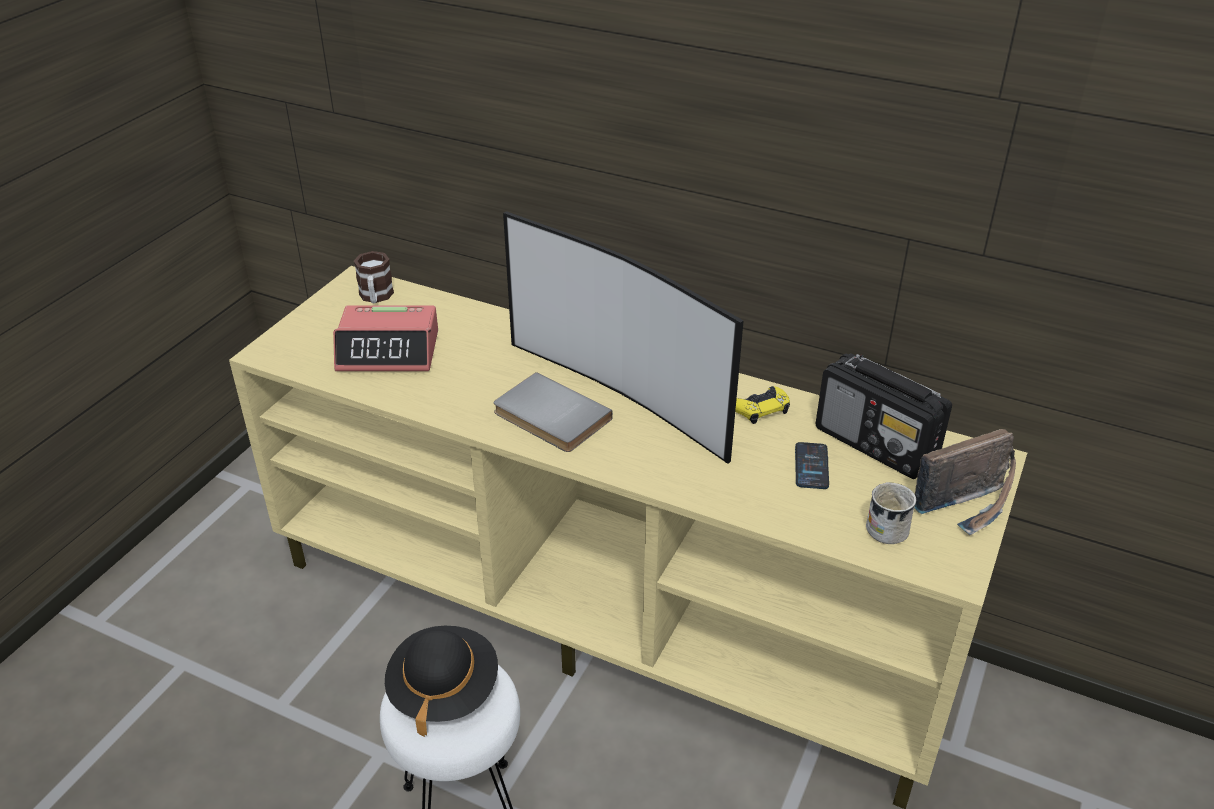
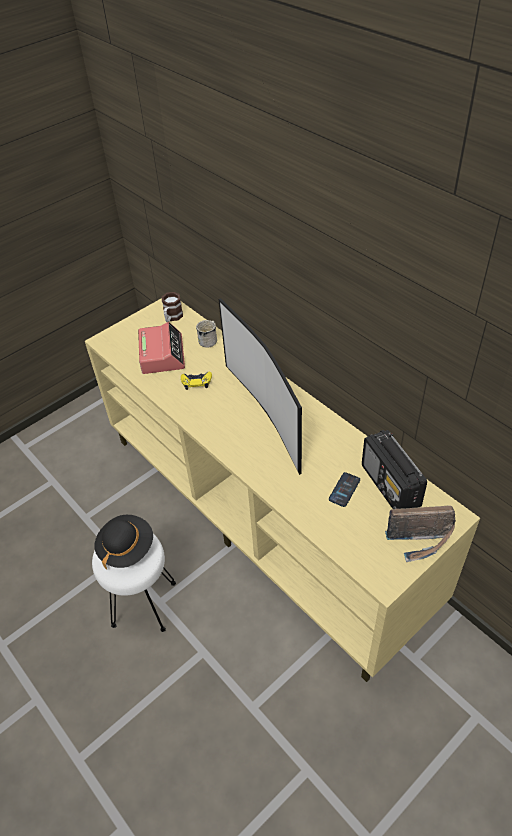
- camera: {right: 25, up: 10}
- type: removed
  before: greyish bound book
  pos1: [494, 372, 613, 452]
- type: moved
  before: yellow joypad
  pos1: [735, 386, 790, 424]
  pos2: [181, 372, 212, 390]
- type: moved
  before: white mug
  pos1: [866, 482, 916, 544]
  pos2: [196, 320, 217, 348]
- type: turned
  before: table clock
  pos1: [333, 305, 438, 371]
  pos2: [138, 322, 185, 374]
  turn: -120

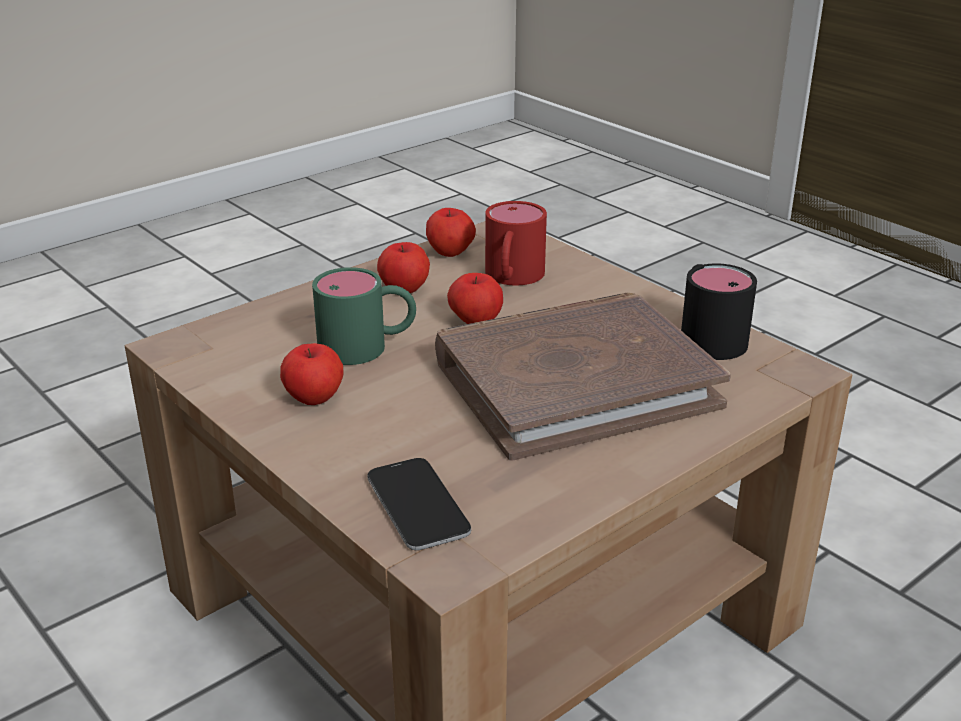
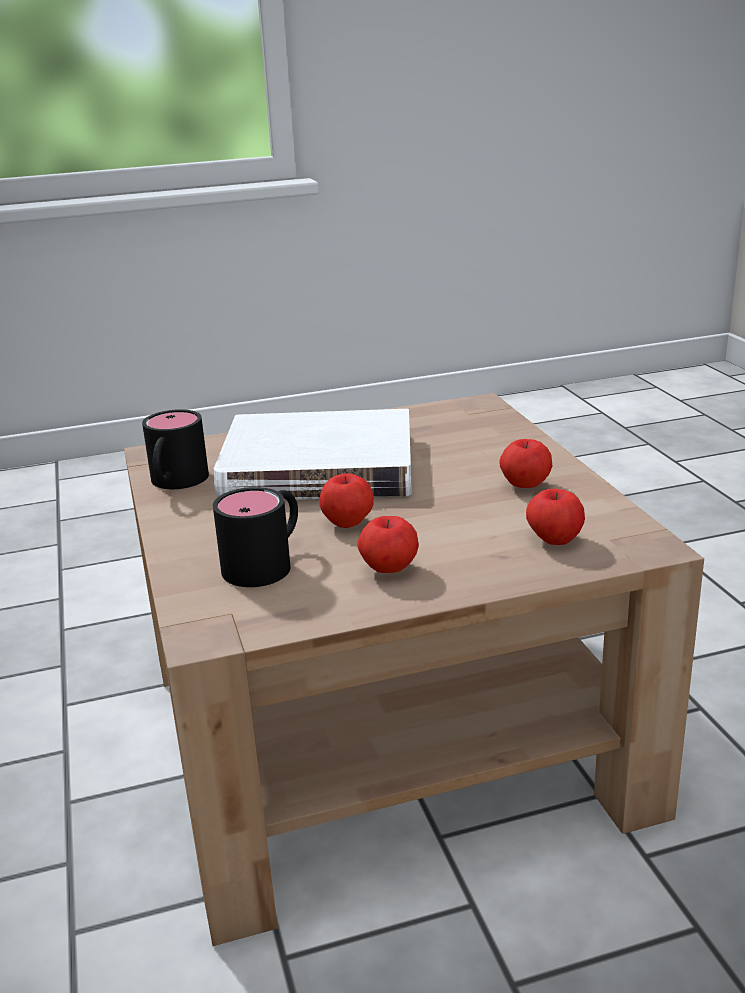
- camera: {right: -155, up: -5}
- type: removed
  before: green-coloured mug
  pos1: [312, 267, 416, 365]
- type: removed
  before: handset
  pos1: [367, 458, 471, 550]
- type: moved
  before: whole apple
  pos1: [426, 208, 476, 257]
  pos2: [526, 489, 585, 545]
- type: recoloured
  before: brown bound book
  after: white bound book
  pos1: [435, 292, 731, 461]
  pos2: [213, 409, 412, 500]
- type: recoloured
  before: reddish mug
  after: blackish mug
  pos1: [485, 201, 547, 285]
  pos2: [213, 487, 298, 587]

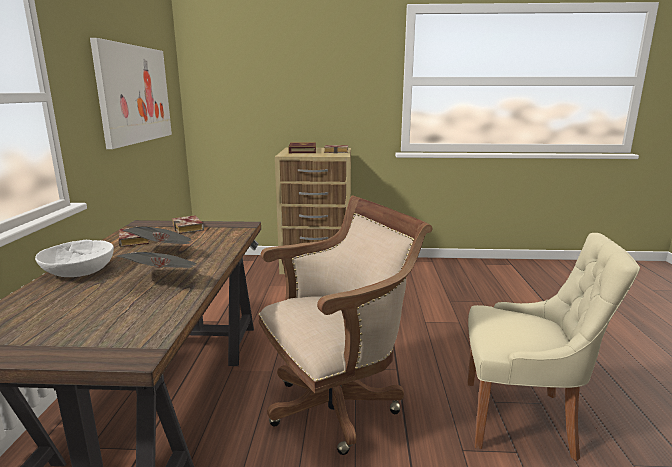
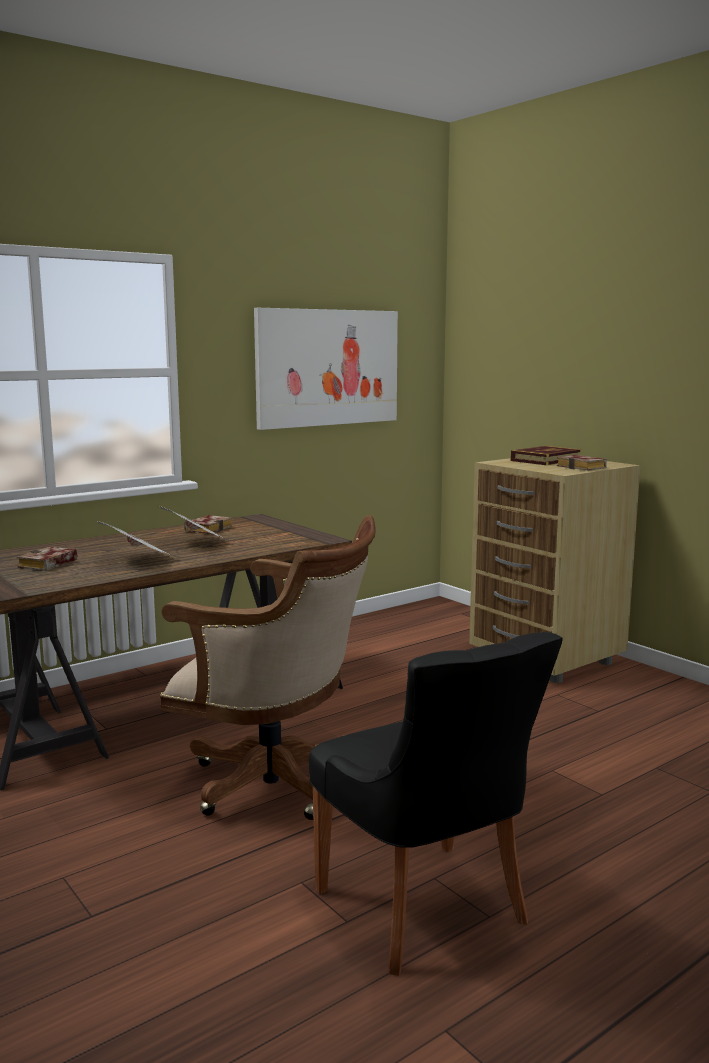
- camera: {right: 50, up: -5}
- type: removed
  before: white bowl
  pos1: [35, 240, 114, 277]
- type: moved
  before: bound book
  pos1: [172, 215, 204, 234]
  pos2: [17, 547, 77, 571]
- type: recoloured
  before: beige-coloured plain chair
  after: blackish plain chair
  pos1: [468, 233, 640, 461]
  pos2: [309, 632, 563, 976]

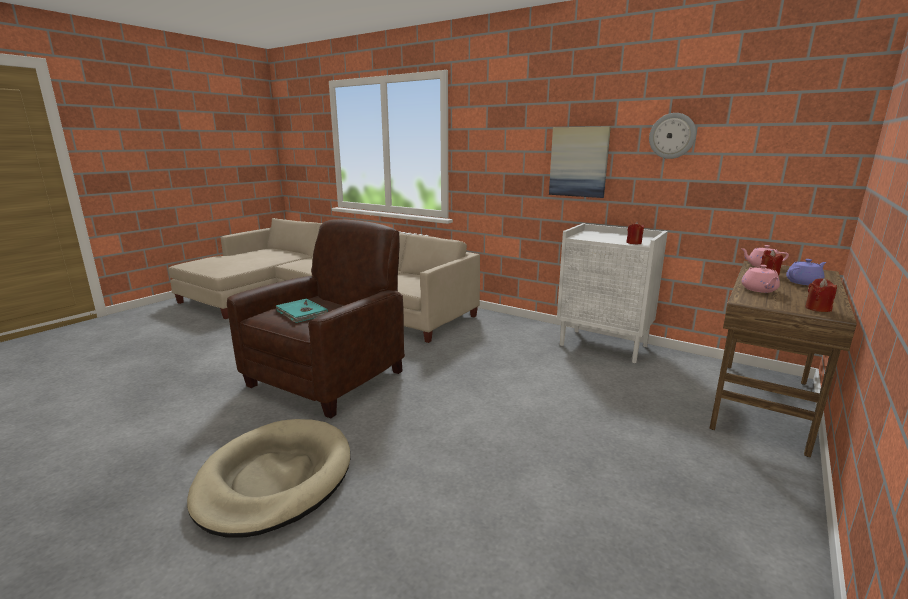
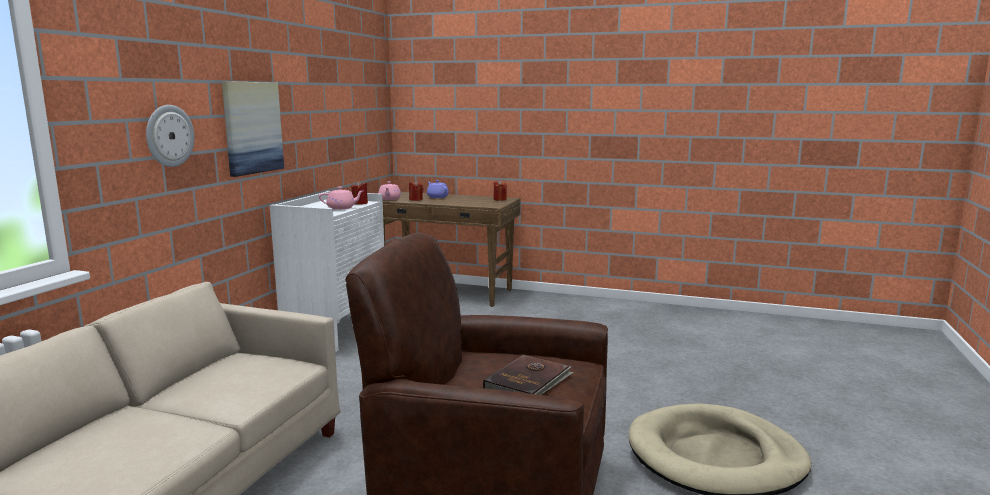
- camera: {right: -105, up: -5}
- type: moved
  before: clock on the wall
  pos1: [649, 113, 696, 159]
  pos2: [146, 105, 195, 167]
- type: moved
  before: pink-coloured teapot
  pos1: [741, 265, 780, 293]
  pos2: [319, 186, 363, 209]
- type: recoloured
  before: turquoise bound book
  after: brown bound book
  pos1: [275, 299, 328, 323]
  pos2: [483, 355, 574, 395]

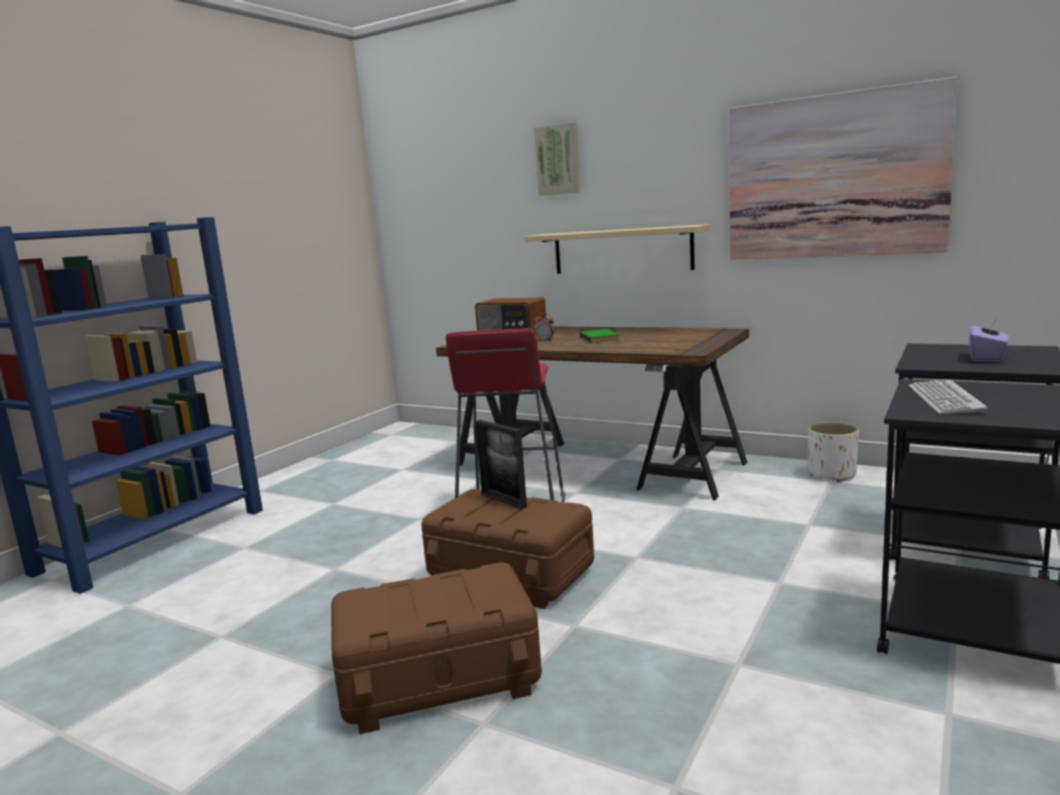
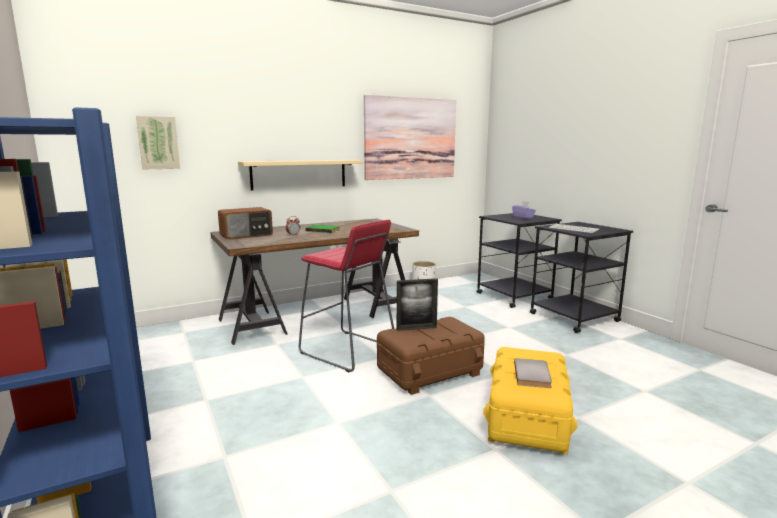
- camera: {right: -60, up: 0}
- type: added
  after: greyish bound book
  pos2: [514, 358, 552, 388]
- type: moved
  before: picture
  pos1: [534, 122, 580, 196]
  pos2: [136, 116, 180, 170]
- type: recoloured
  before: brown storage container
  after: yellow storage container
  pos1: [331, 563, 542, 734]
  pos2: [483, 347, 578, 454]

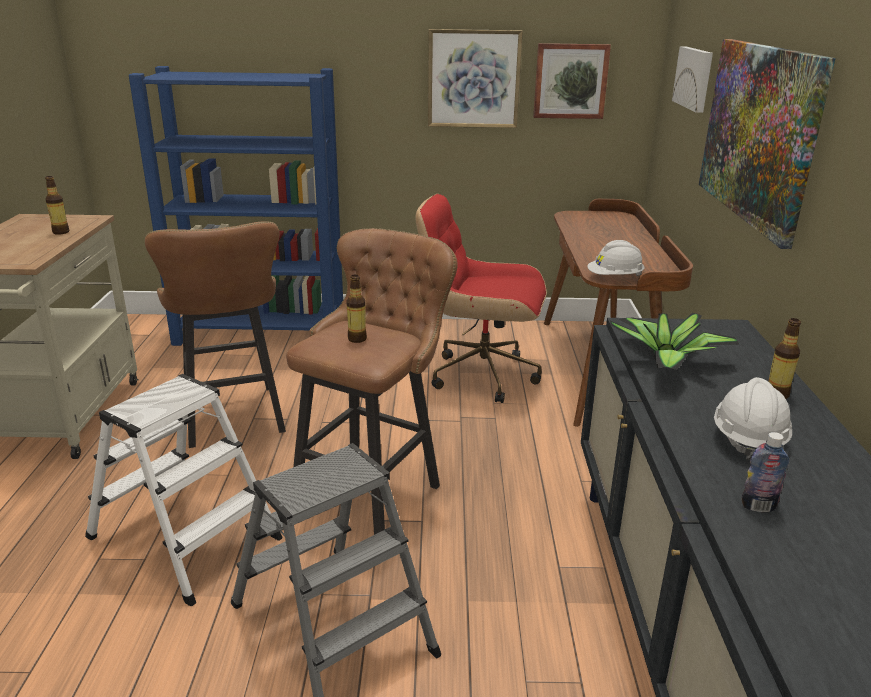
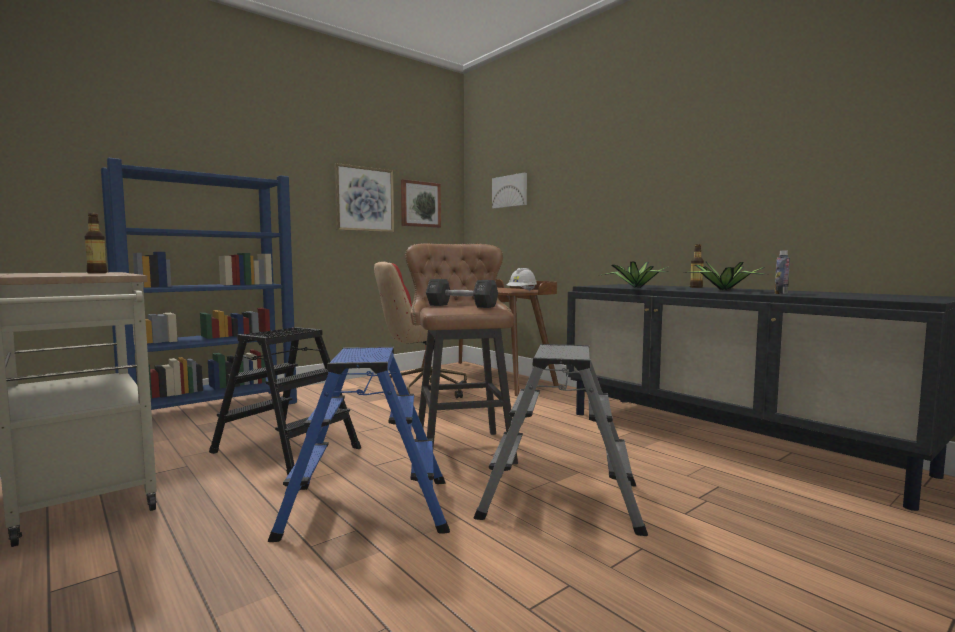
- camera: {right: -40, up: -20}
- type: removed
  before: picture
  pos1: [699, 39, 836, 249]
- type: replaced
  before: brown stool
  after: blackish step stool
  pos1: [145, 221, 286, 448]
  pos2: [209, 327, 361, 476]
- type: replaced
  before: drink bottle
  after: blackish free weight
  pos1: [346, 274, 367, 343]
  pos2: [426, 279, 498, 308]
- type: replaced
  before: white safety helmet
  after: plant in a pot
  pos1: [714, 377, 792, 460]
  pos2: [683, 262, 765, 291]
- type: recoloured
  before: white step stool
  after: bluish step stool
  pos1: [85, 374, 283, 606]
  pos2: [268, 347, 450, 542]

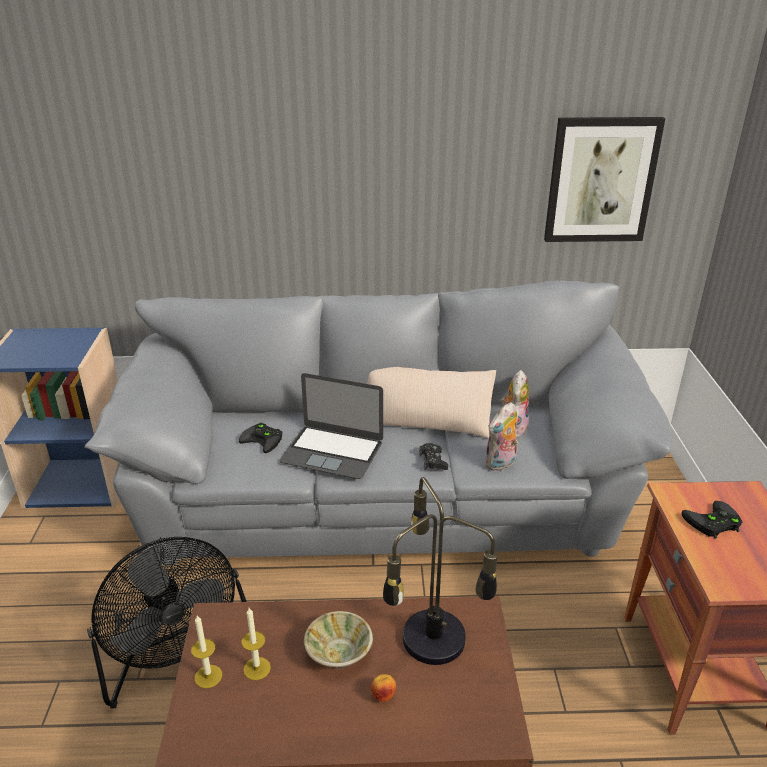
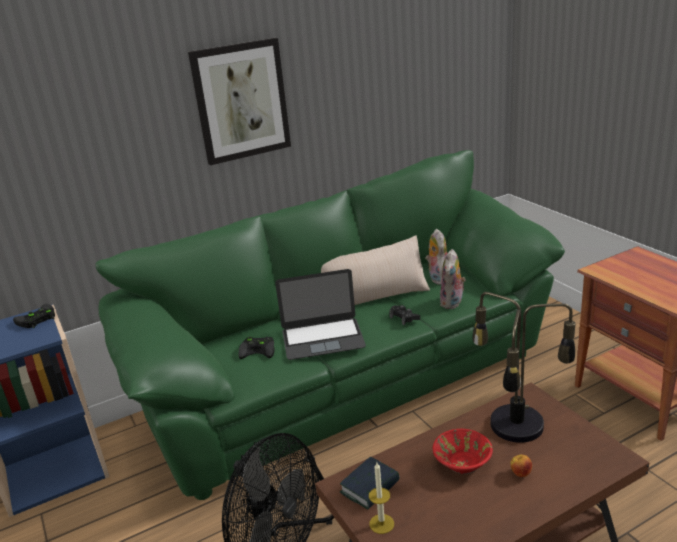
- camera: {right: -25, up: -5}
- type: removed
  before: candle
  pos1: [241, 608, 271, 680]
- type: added
  after: bound book
  pos2: [340, 457, 400, 510]
- type: moved
  before: picture
  pos1: [544, 117, 665, 242]
  pos2: [188, 38, 291, 165]
- type: moved
  before: blackish joypad
  pos1: [682, 501, 742, 539]
  pos2: [13, 304, 55, 328]
- type: recoloured
  before: greyish settee
  after: green-coloured settee
  pos1: [84, 280, 673, 566]
  pos2: [95, 150, 565, 500]
- type: recoloured
  before: beige-coloured bowl
  after: reddish bowl
  pos1: [304, 611, 373, 668]
  pos2: [433, 429, 493, 474]

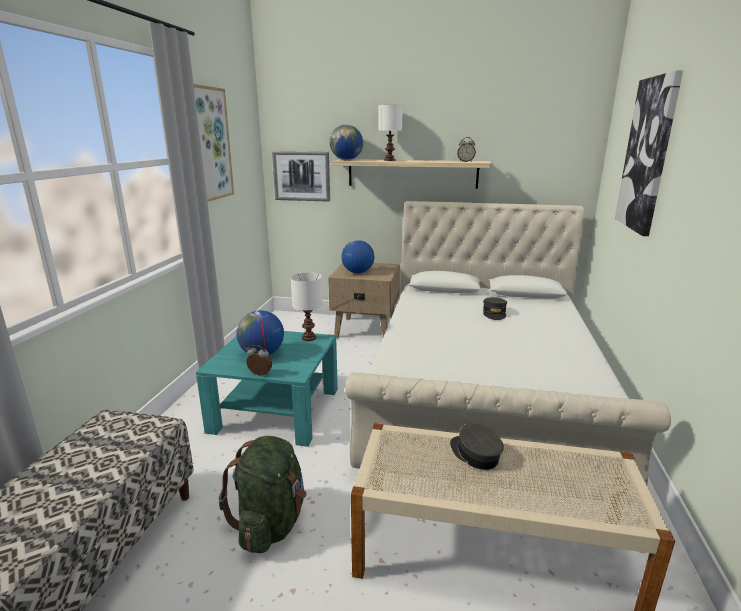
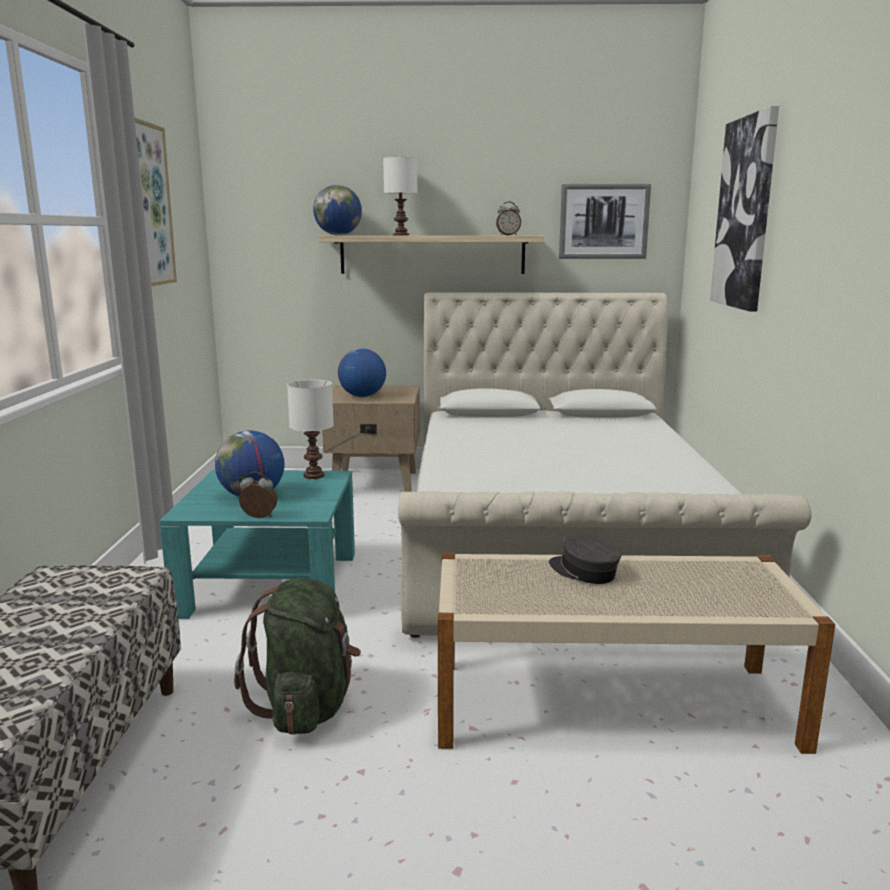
- camera: {right: -10, up: -5}
- type: removed
  before: greyish baseball cap
  pos1: [483, 297, 507, 320]
- type: moved
  before: picture
  pos1: [272, 151, 330, 202]
  pos2: [559, 184, 651, 259]

